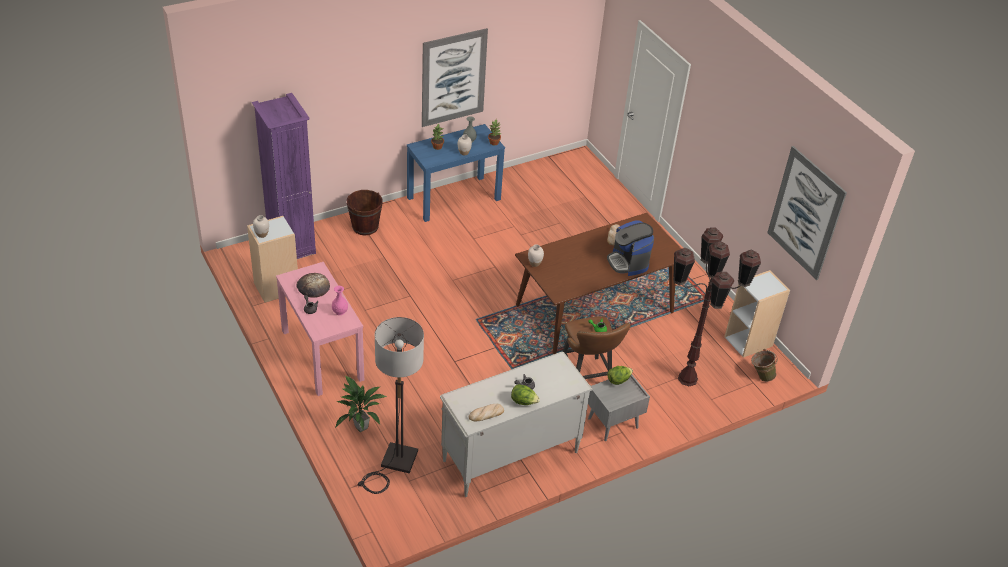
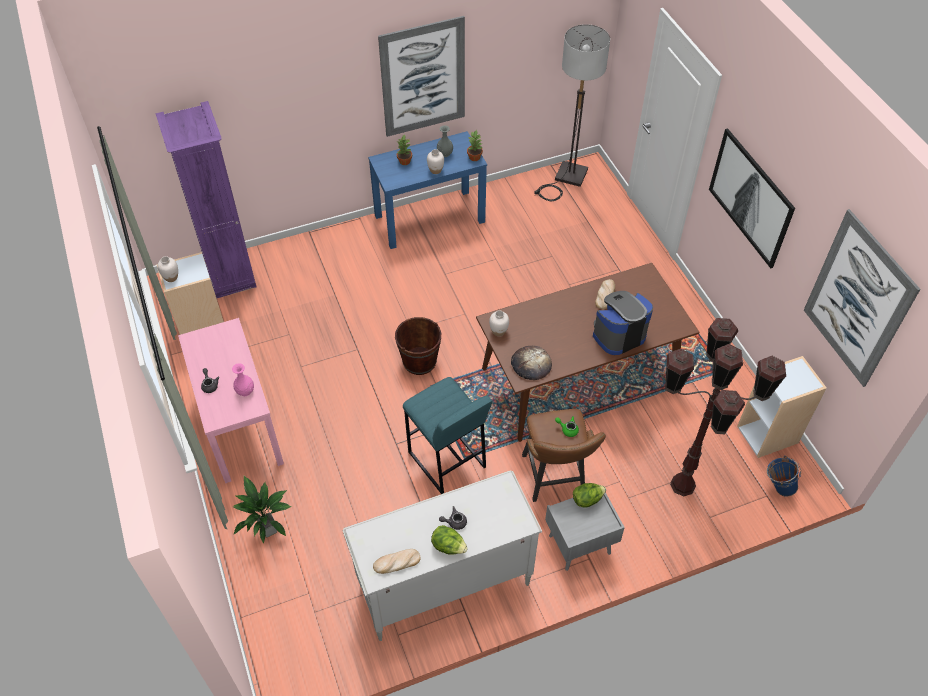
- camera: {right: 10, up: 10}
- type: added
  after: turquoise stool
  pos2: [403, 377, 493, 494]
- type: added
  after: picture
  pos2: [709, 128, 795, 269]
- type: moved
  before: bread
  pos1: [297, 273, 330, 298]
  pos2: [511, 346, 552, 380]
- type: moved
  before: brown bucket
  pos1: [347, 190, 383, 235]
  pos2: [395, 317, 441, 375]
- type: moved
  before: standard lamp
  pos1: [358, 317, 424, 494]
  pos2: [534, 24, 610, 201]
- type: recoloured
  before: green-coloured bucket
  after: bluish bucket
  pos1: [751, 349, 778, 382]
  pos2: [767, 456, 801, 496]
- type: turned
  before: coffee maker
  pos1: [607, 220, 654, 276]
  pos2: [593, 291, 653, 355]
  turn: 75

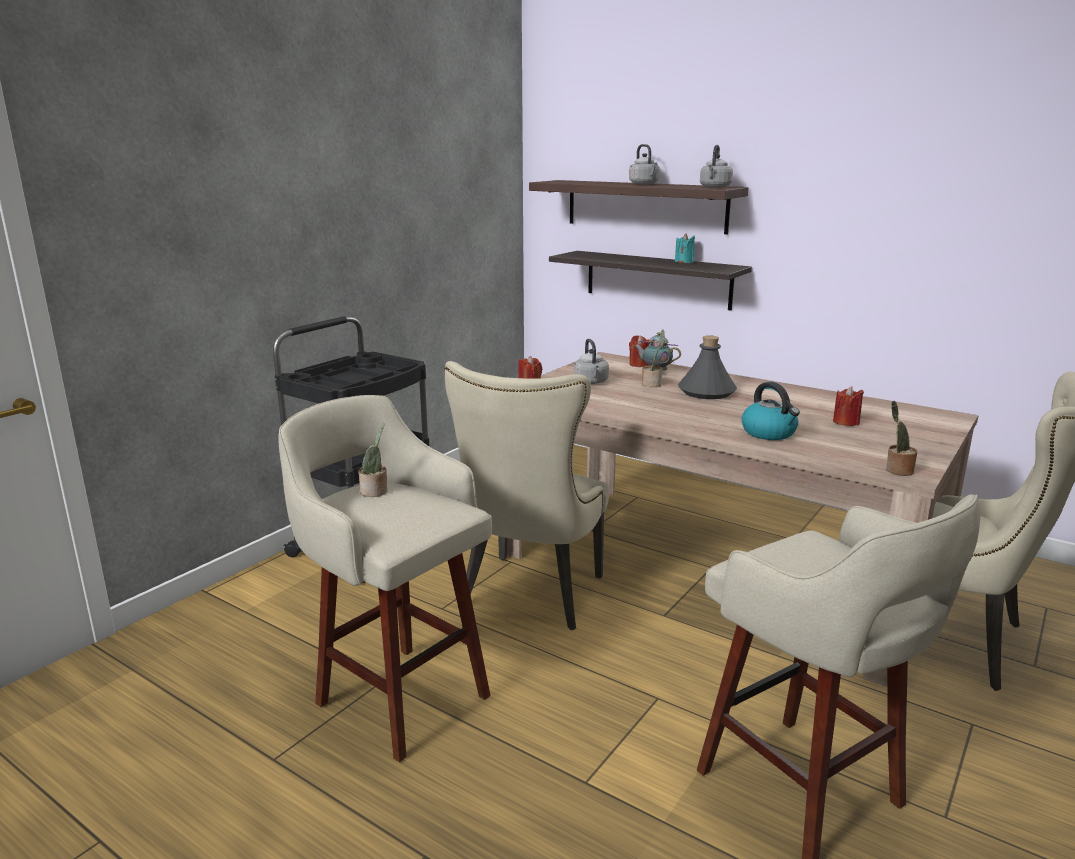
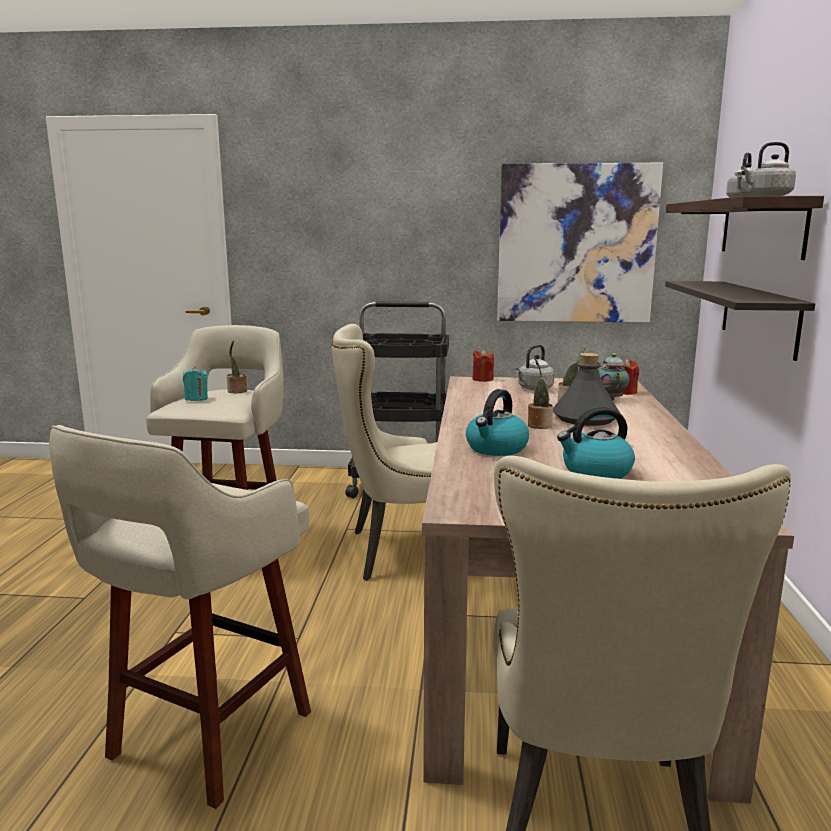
- camera: {right: 60, up: -5}
- type: added
  after: picture
  pos2: [497, 163, 663, 323]
- type: moved
  before: turquoise candle
  pos1: [675, 233, 695, 263]
  pos2: [183, 366, 208, 401]
- type: moved
  before: plant in a pot
  pos1: [886, 401, 918, 476]
  pos2: [528, 357, 553, 429]
- type: replaced
  before: reddish candle
  after: water kettle
  pos1: [833, 386, 864, 426]
  pos2: [557, 407, 635, 479]

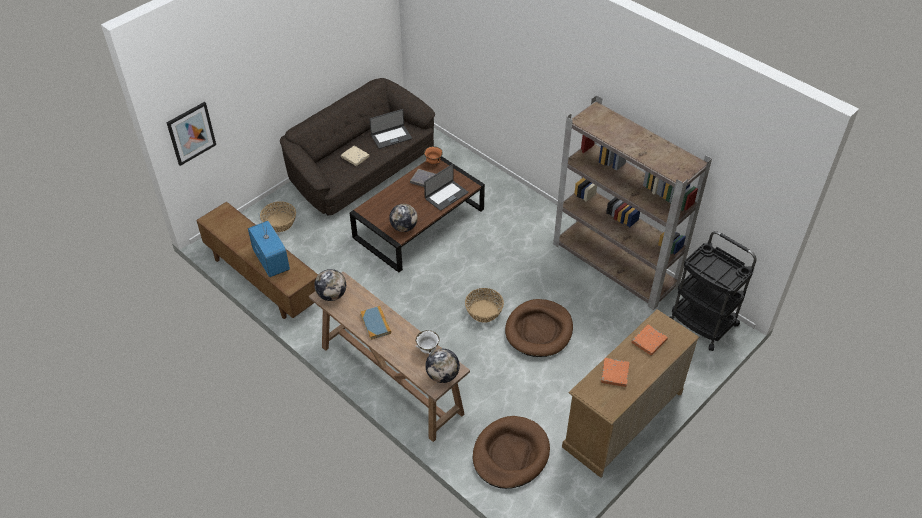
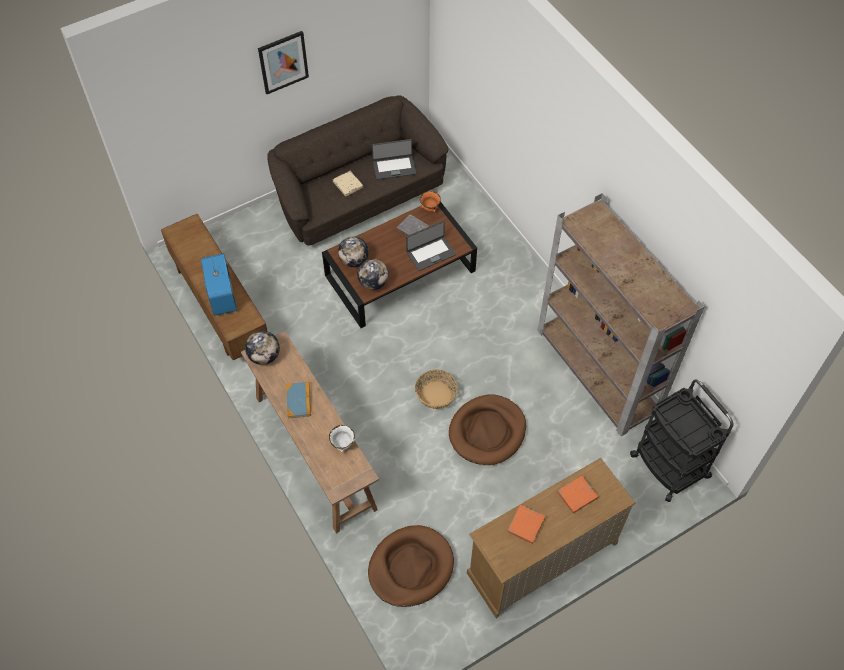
- camera: {right: 15, up: 10}
- type: removed
  before: storage basket
  pos1: [260, 201, 296, 232]
- type: moved
  before: picture
  pos1: [166, 102, 216, 166]
  pos2: [258, 31, 309, 94]
- type: moved
  before: desk globe
  pos1: [425, 349, 460, 383]
  pos2: [338, 236, 369, 267]

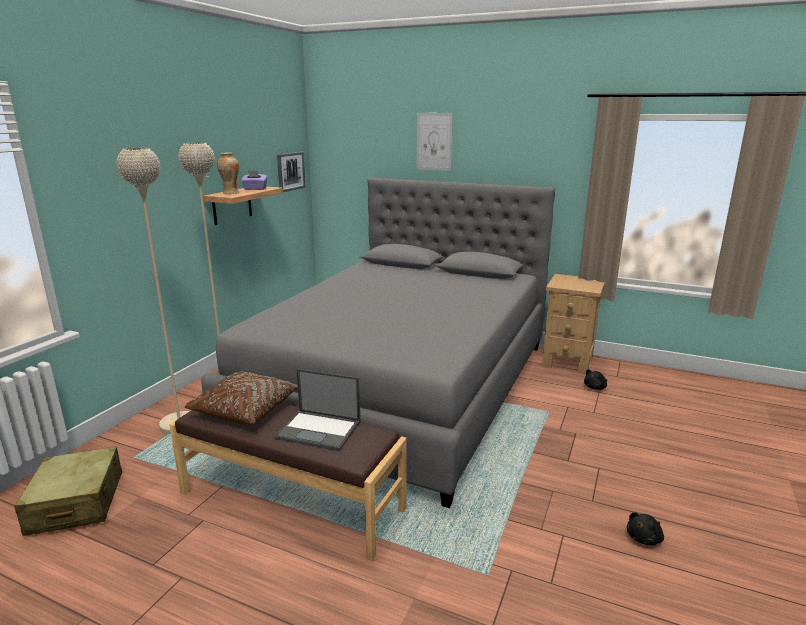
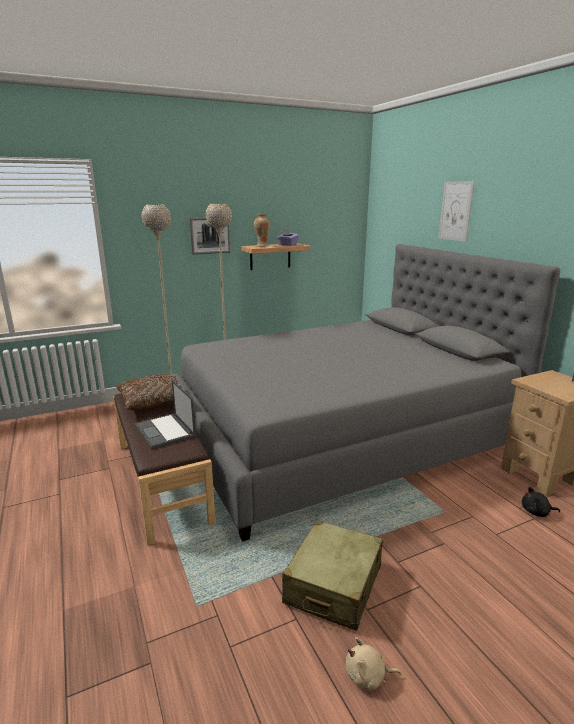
- camera: {right: 40, up: 0}
- type: moved
  before: beige-coloured travel case
  pos1: [14, 447, 122, 536]
  pos2: [282, 520, 383, 631]
- type: moved
  before: picture
  pos1: [277, 152, 306, 192]
  pos2: [189, 217, 231, 255]
- type: recoloured
  before: blackish cuddly toy
  after: beige-coloured cuddly toy
  pos1: [627, 512, 664, 545]
  pos2: [346, 637, 401, 690]

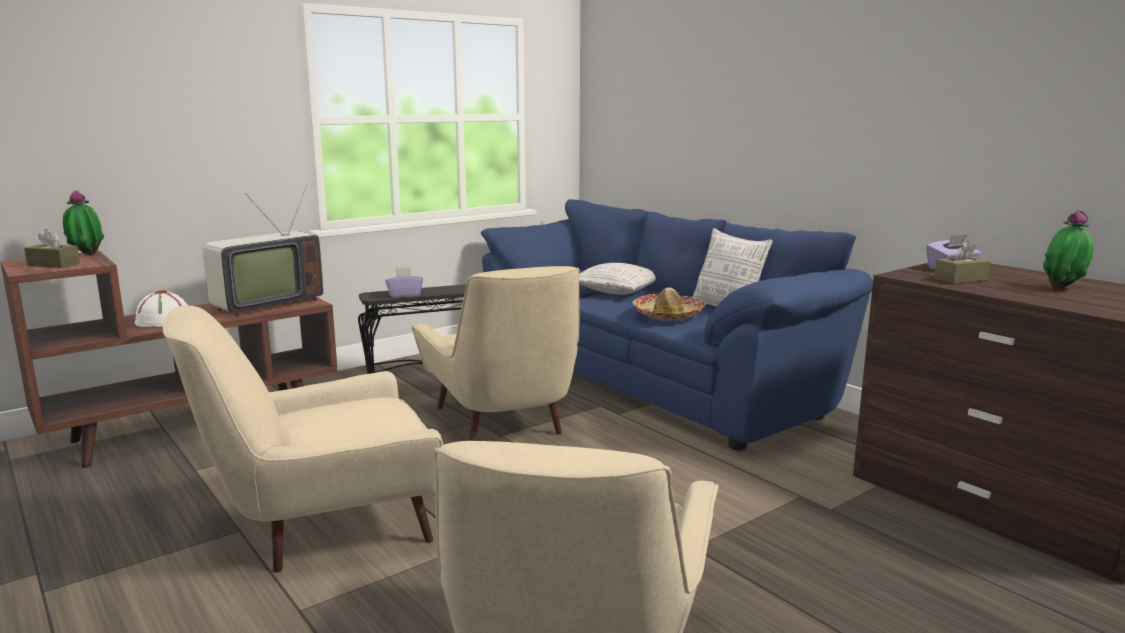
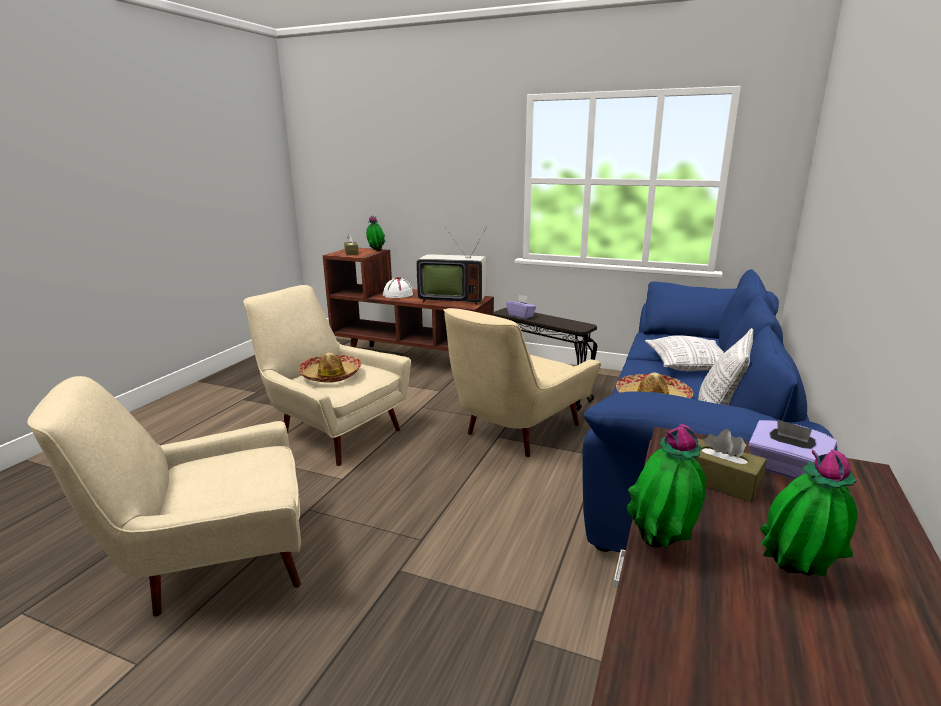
- camera: {right: 60, up: 5}
- type: added
  after: wearable hat
  pos2: [298, 352, 361, 383]
- type: added
  after: plant in a pot
  pos2: [627, 424, 706, 547]

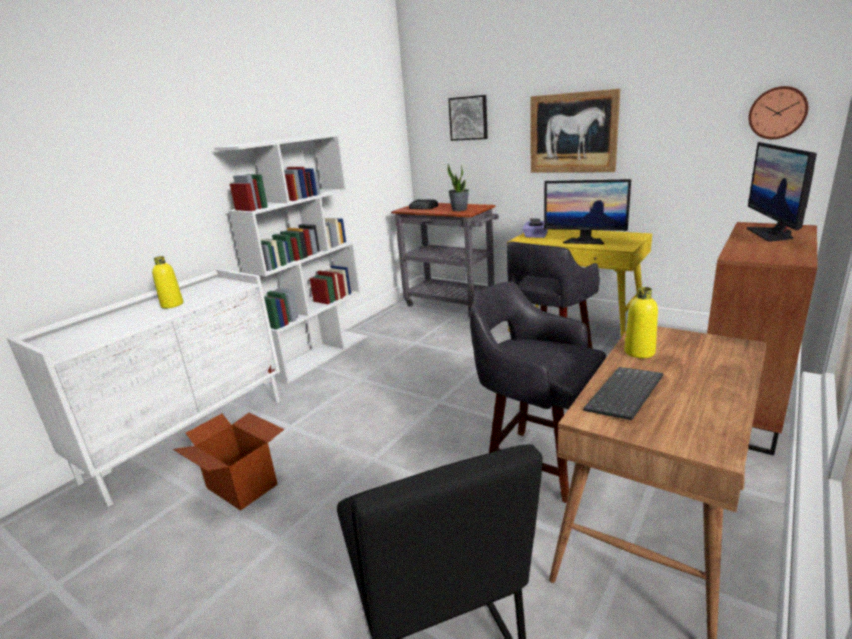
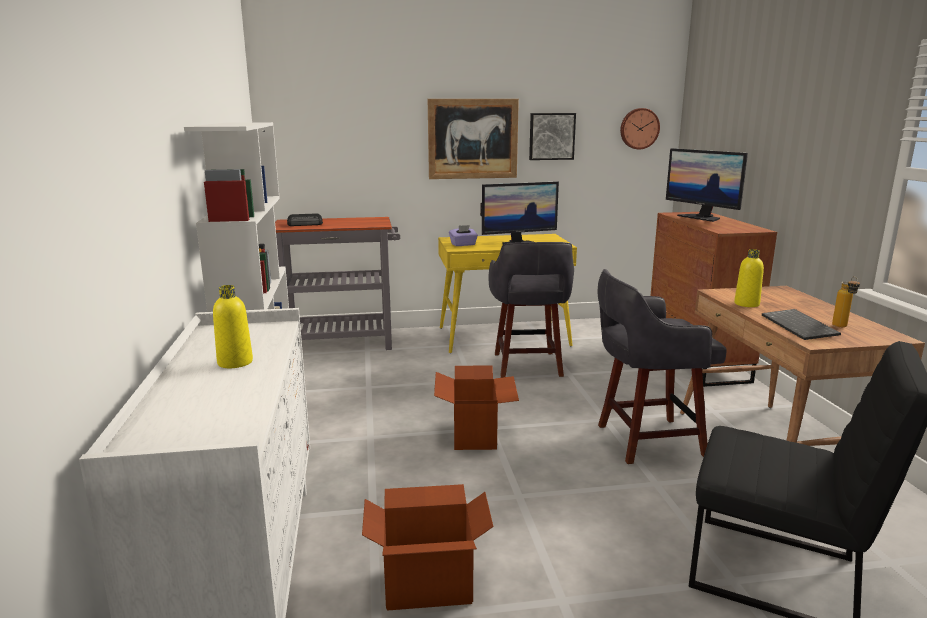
- camera: {right: -45, up: -5}
- type: removed
  before: plant in a pot
  pos1: [447, 164, 469, 211]
- type: added
  after: cardboard box
  pos2: [434, 365, 519, 450]
- type: added
  after: drink bottle
  pos2: [832, 276, 860, 327]
- type: moved
  before: picture
  pos1: [448, 95, 488, 141]
  pos2: [529, 113, 576, 160]

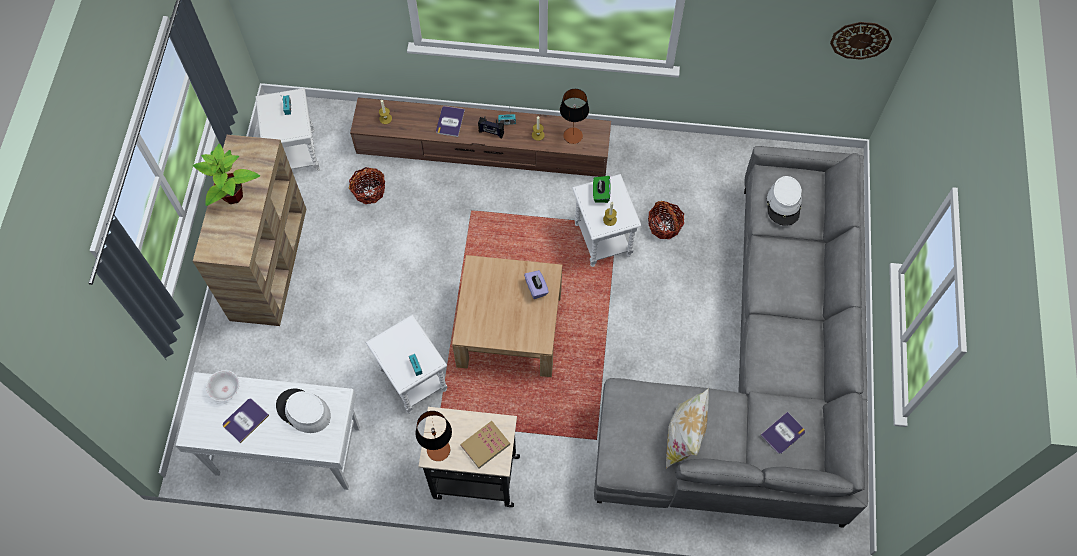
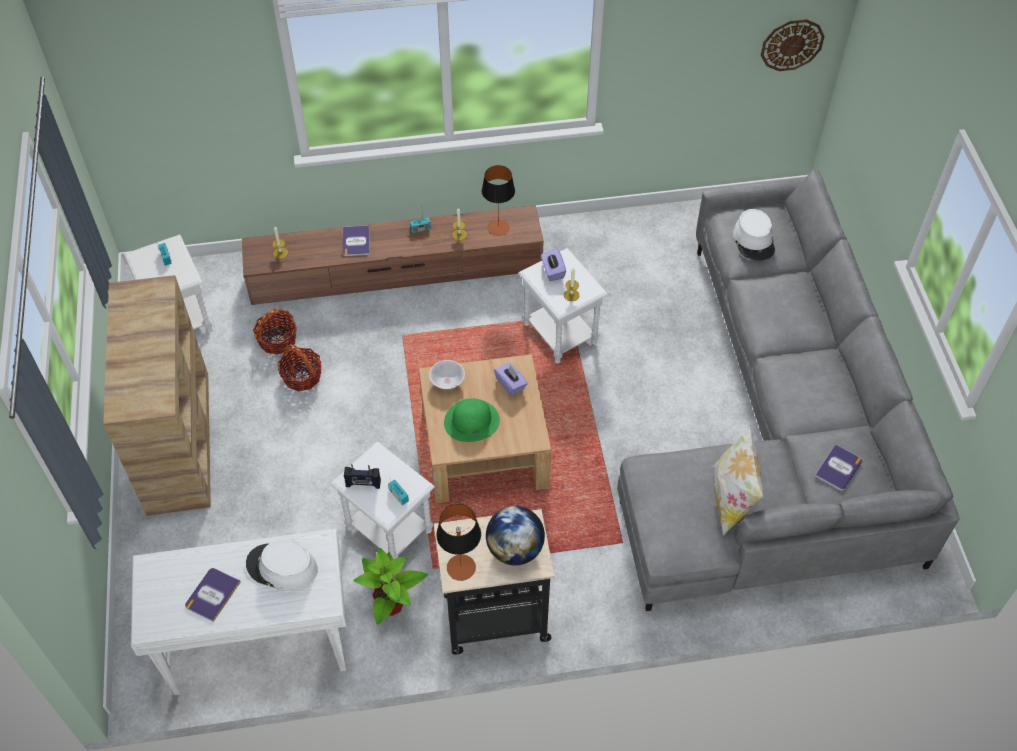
- camera: {right: -15, up: -10}
- type: added
  after: green-coloured wearable hat
  pos2: [444, 399, 500, 442]
- type: moved
  before: plant in a pot
  pos1: [193, 143, 260, 206]
  pos2: [353, 548, 428, 624]
- type: moved
  before: white bowl
  pos1: [206, 370, 240, 401]
  pos2: [429, 360, 465, 389]
- type: moved
  before: radio
  pos1: [478, 116, 504, 138]
  pos2: [344, 464, 381, 489]
- type: moved
  before: storage basket
  pos1: [648, 201, 685, 239]
  pos2: [278, 344, 322, 392]
- type: replaced
  before: bound book
  after: desk globe
  pos1: [460, 421, 510, 468]
  pos2: [486, 506, 545, 565]
- type: recoloured
  before: green-coloured box of tissues
  after: purple box of tissues
  pos1: [593, 176, 610, 203]
  pos2: [541, 249, 566, 281]

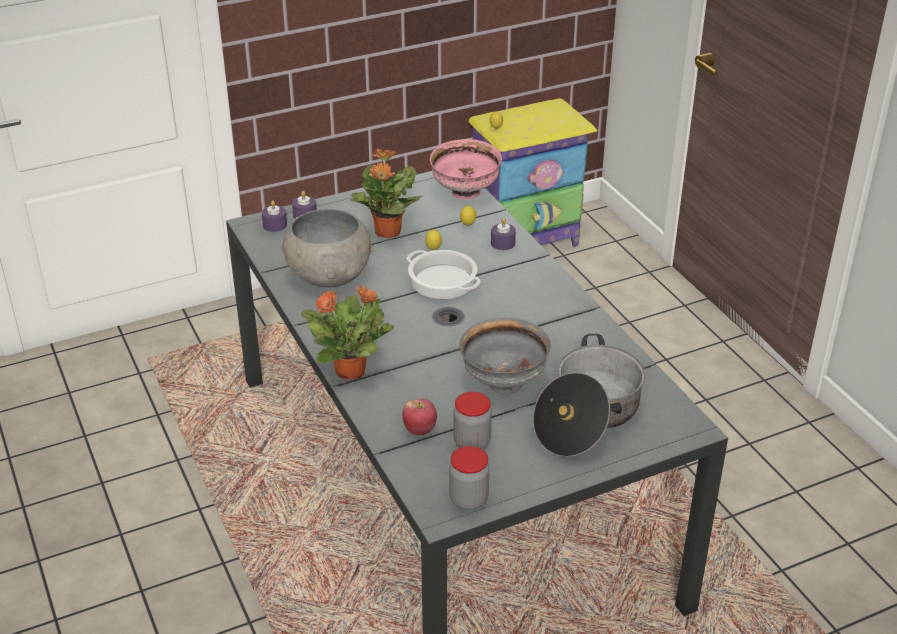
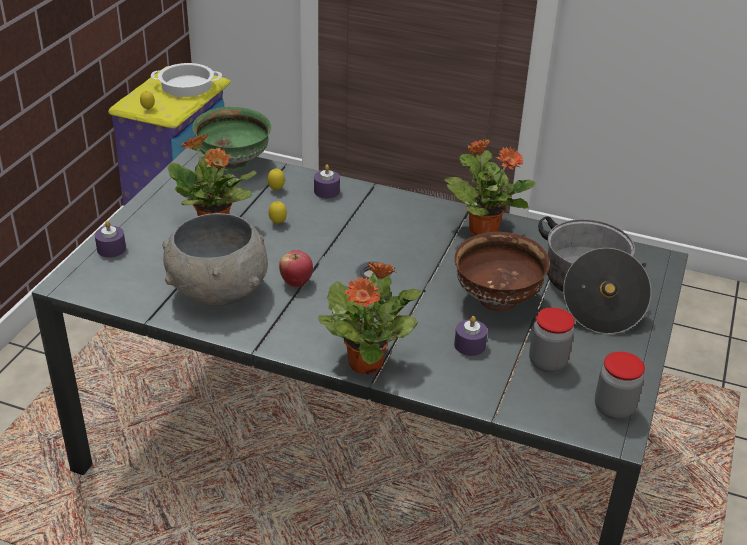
- camera: {right: -45, up: 0}
- type: added
  after: plant in a pot
  pos2: [444, 139, 536, 235]
- type: moved
  before: purple candle
  pos1: [262, 200, 287, 232]
  pos2: [454, 316, 488, 356]
- type: moved
  before: whole apple
  pos1: [403, 399, 437, 435]
  pos2: [279, 250, 313, 287]
- type: moved
  before: cooking pot
  pos1: [407, 250, 481, 299]
  pos2: [151, 63, 222, 97]
- type: recoloured
  before: pink-coloured bowl
  after: green-coloured bowl
  pos1: [430, 139, 502, 200]
  pos2: [192, 107, 272, 172]
- type: recoloured
  before: greyish bowl
  after: brown bowl
  pos1: [459, 317, 551, 394]
  pos2: [454, 232, 550, 312]

